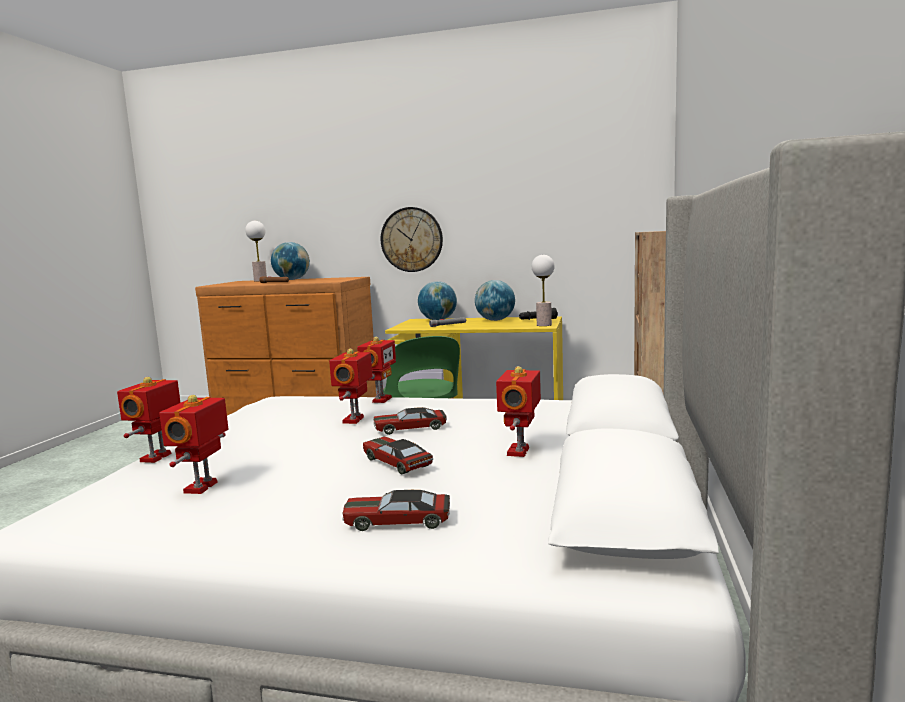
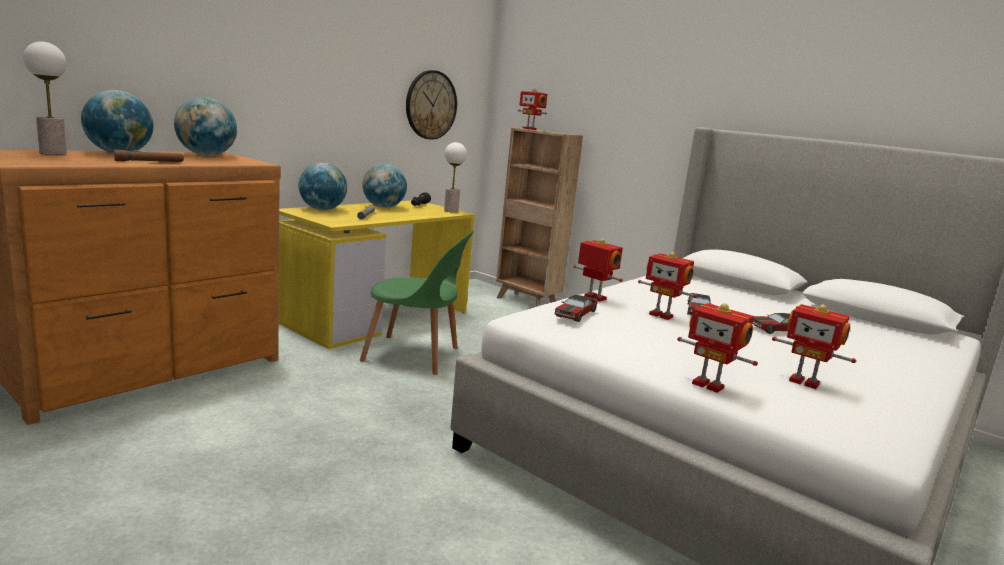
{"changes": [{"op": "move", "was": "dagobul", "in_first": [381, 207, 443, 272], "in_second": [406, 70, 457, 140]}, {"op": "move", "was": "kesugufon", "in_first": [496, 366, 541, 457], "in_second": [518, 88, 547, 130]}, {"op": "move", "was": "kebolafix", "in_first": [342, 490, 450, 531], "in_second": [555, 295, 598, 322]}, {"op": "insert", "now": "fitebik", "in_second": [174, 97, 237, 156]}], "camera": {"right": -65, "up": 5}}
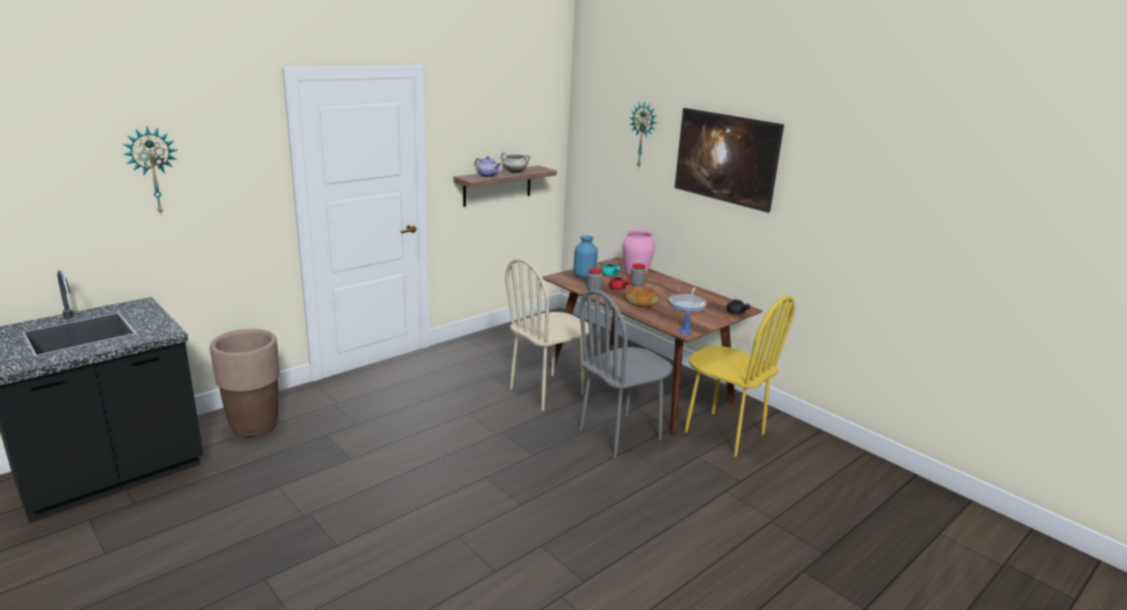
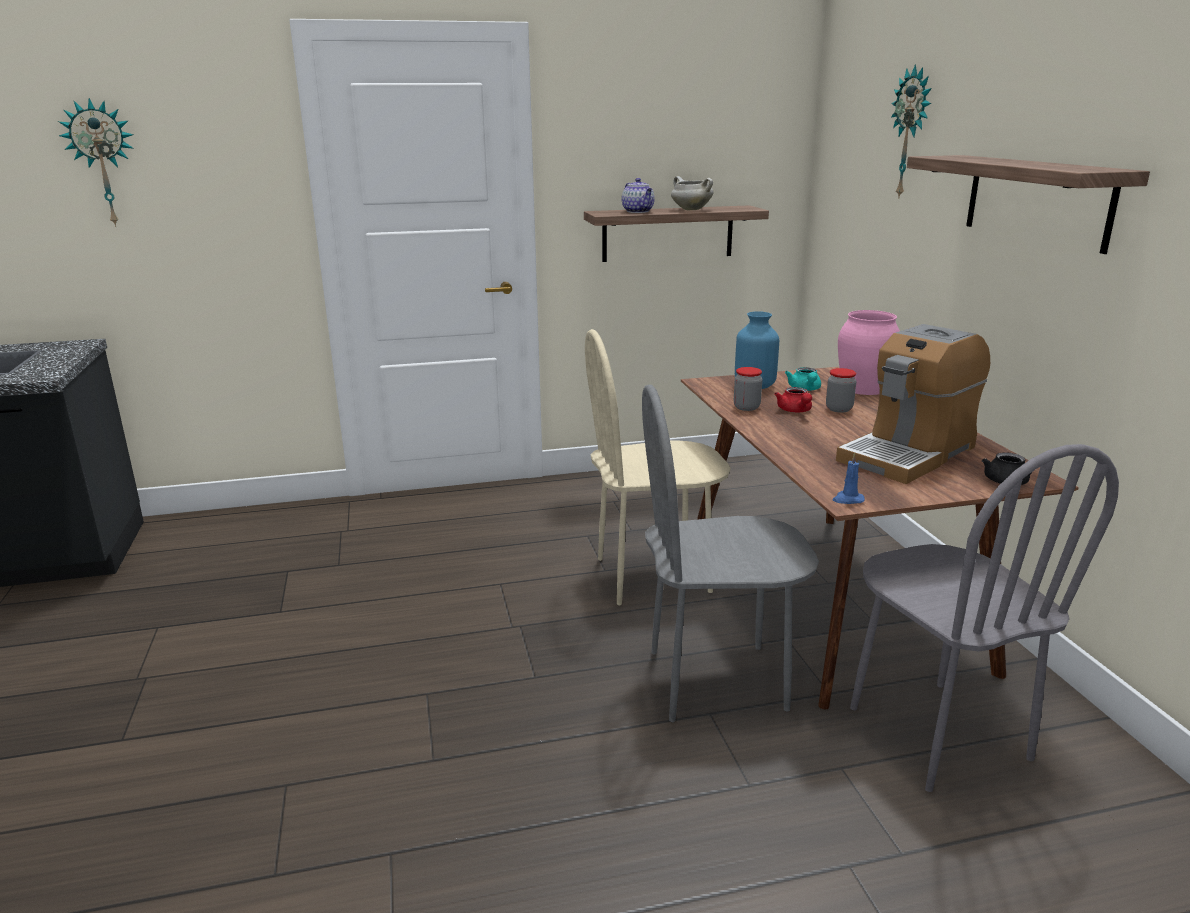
{"changes": [{"op": "replace", "was": "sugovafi", "now": "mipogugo", "in_first": [675, 108, 784, 213], "in_second": [907, 155, 1150, 254]}, {"op": "delete", "was": "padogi", "in_first": [625, 286, 658, 307]}, {"op": "replace", "was": "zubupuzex", "now": "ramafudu", "in_first": [669, 287, 707, 312], "in_second": [836, 324, 990, 484]}, {"op": "recolor", "was": "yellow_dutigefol", "now": "grey_dutigefol", "in_first": [684, 295, 795, 457], "in_second": [850, 444, 1119, 792]}, {"op": "delete", "was": "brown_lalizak", "in_first": [210, 329, 280, 437]}], "camera": {"right": 30, "up": 0}}
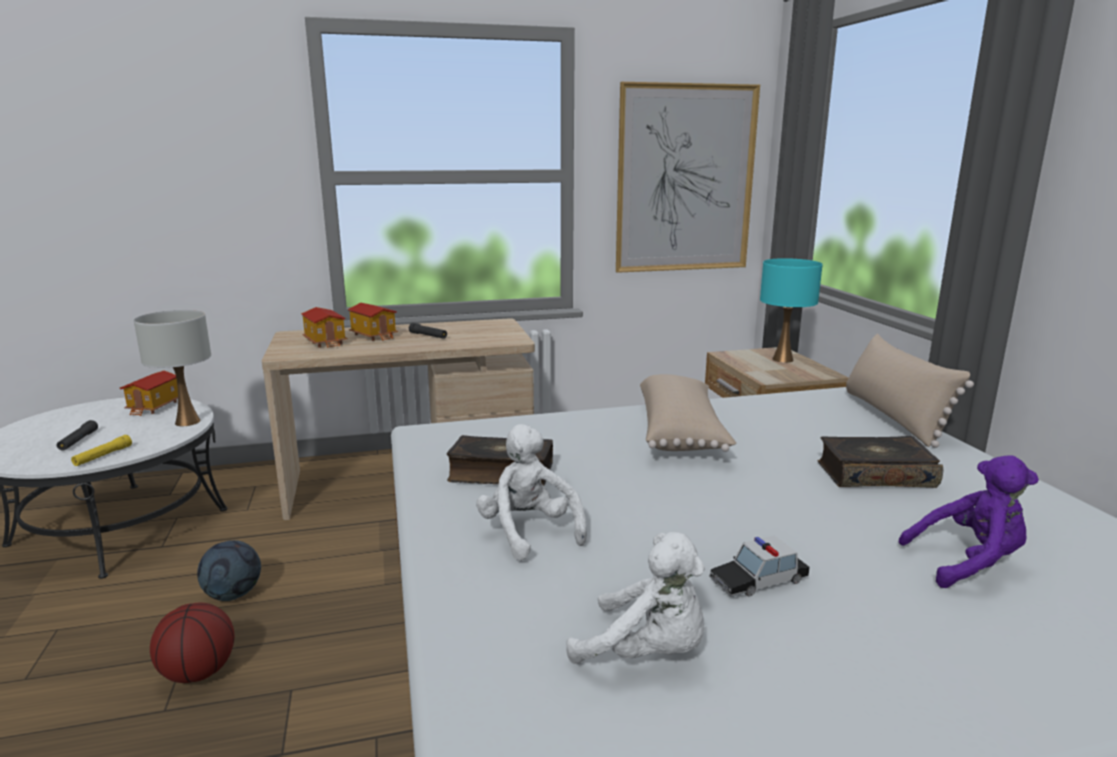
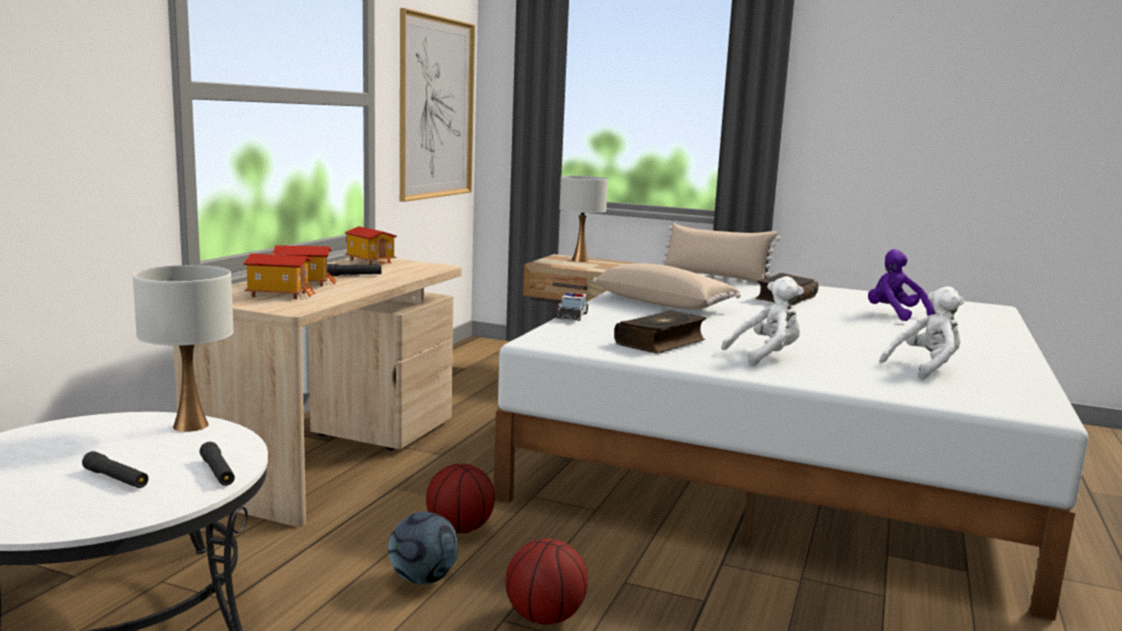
{"changes": [{"op": "recolor", "was": "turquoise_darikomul", "now": "white_darikomul", "in_first": [760, 258, 823, 363], "in_second": [560, 176, 608, 262]}, {"op": "move", "was": "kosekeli", "in_first": [120, 370, 178, 416], "in_second": [345, 226, 397, 265]}, {"op": "rotate", "was": "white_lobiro", "in_first": [476, 424, 587, 561], "in_second": [722, 276, 804, 366], "clockwise": 150}, {"op": "recolor", "was": "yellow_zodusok", "now": "black_zodusok", "in_first": [71, 435, 132, 466], "in_second": [200, 442, 235, 486]}, {"op": "rotate", "was": "purple_lobiro", "in_first": [899, 455, 1039, 588], "in_second": [868, 249, 936, 321], "clockwise": -60}, {"op": "move", "was": "kebolafix", "in_first": [709, 536, 810, 597], "in_second": [556, 293, 588, 321]}, {"op": "insert", "now": "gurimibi", "in_second": [426, 464, 495, 533]}], "camera": {"right": -55, "up": -5}}
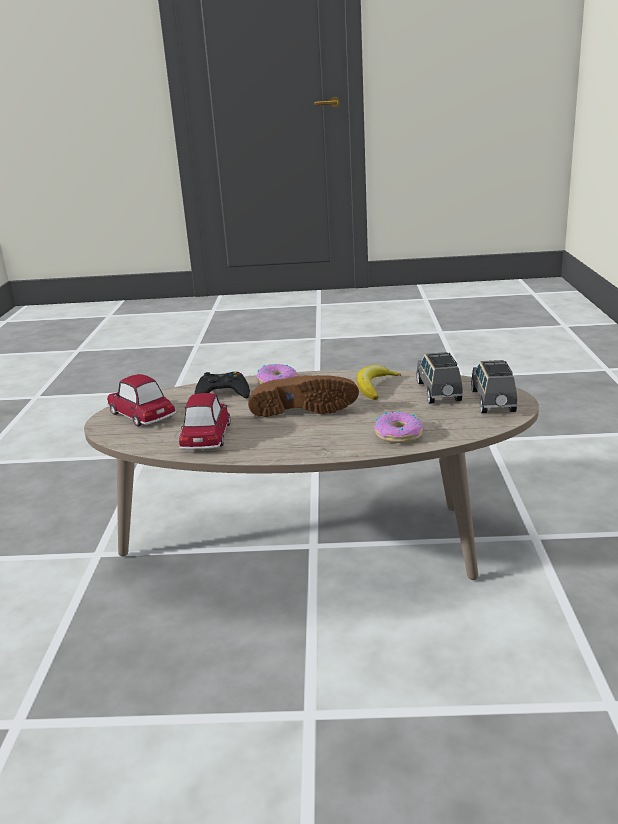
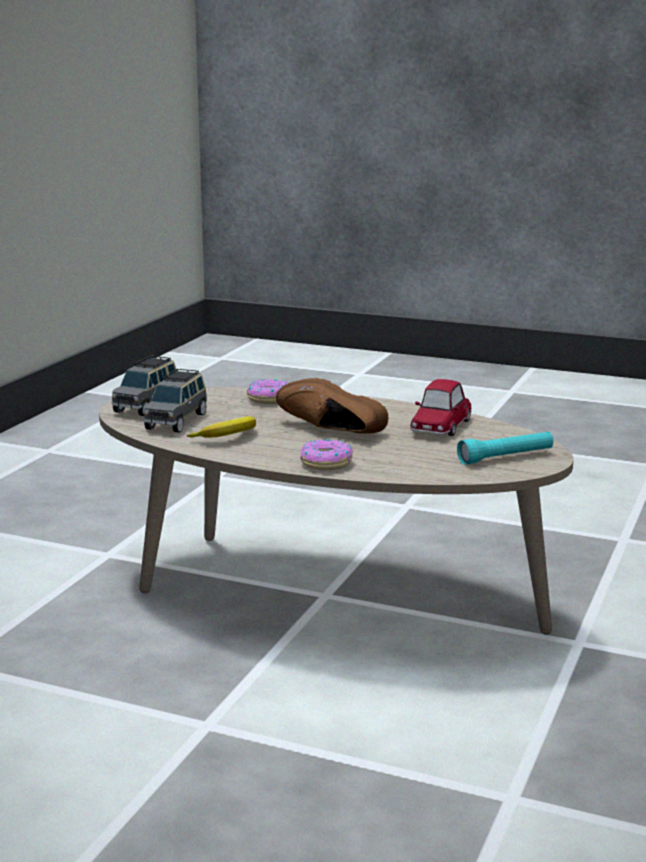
{"changes": [{"op": "delete", "was": "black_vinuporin", "in_first": [195, 372, 250, 399]}, {"op": "replace", "was": "kebolafix", "now": "turquoise_zodusok", "in_first": [107, 374, 176, 426], "in_second": [457, 431, 553, 465]}], "camera": {"right": -160, "up": -5}}
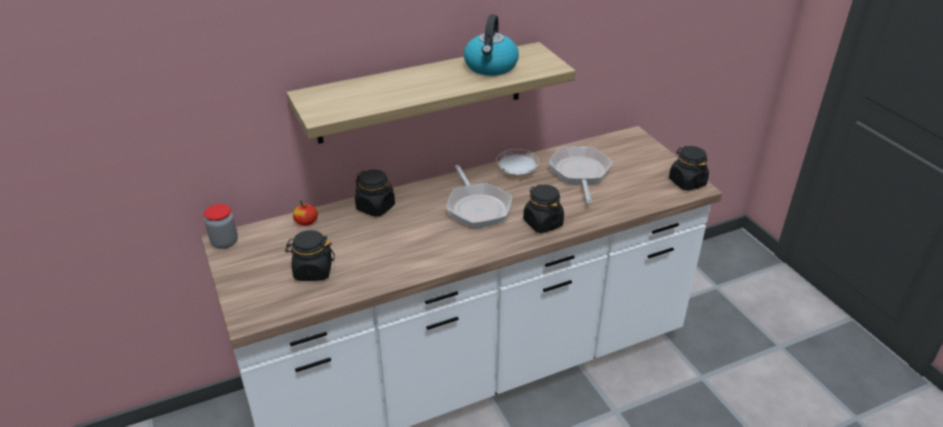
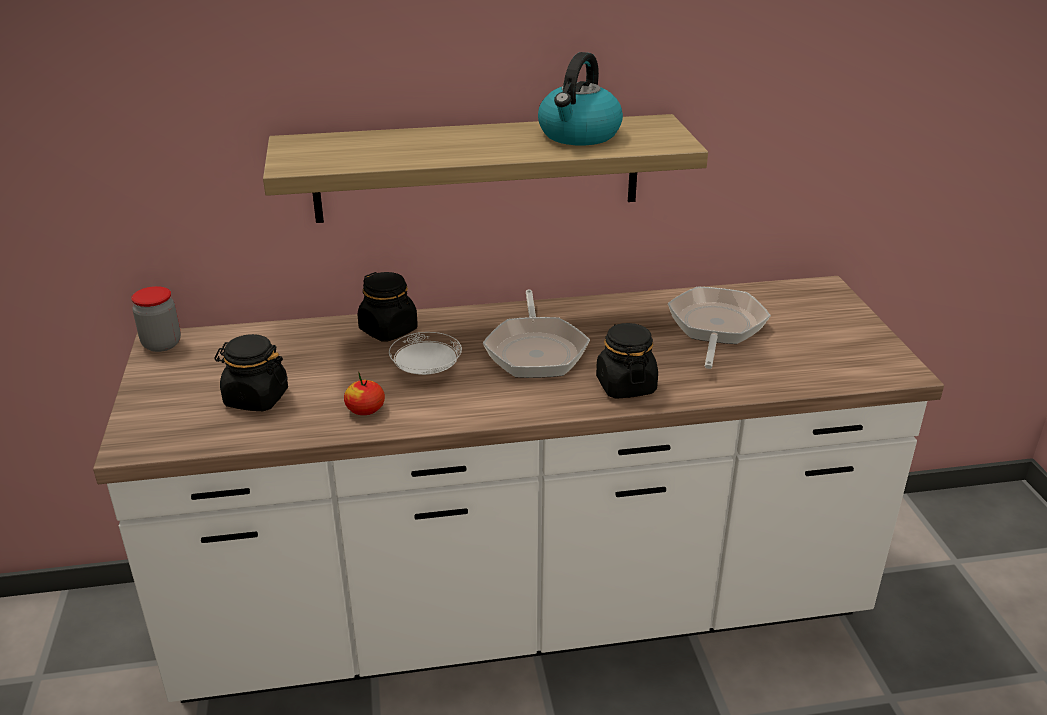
{"changes": [{"op": "delete", "was": "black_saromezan", "in_first": [669, 146, 709, 191]}, {"op": "move", "was": "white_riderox", "in_first": [496, 149, 539, 175], "in_second": [389, 332, 462, 375]}, {"op": "move", "was": "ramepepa", "in_first": [293, 200, 318, 226], "in_second": [344, 373, 385, 415]}], "camera": {"right": 15, "up": -5}}
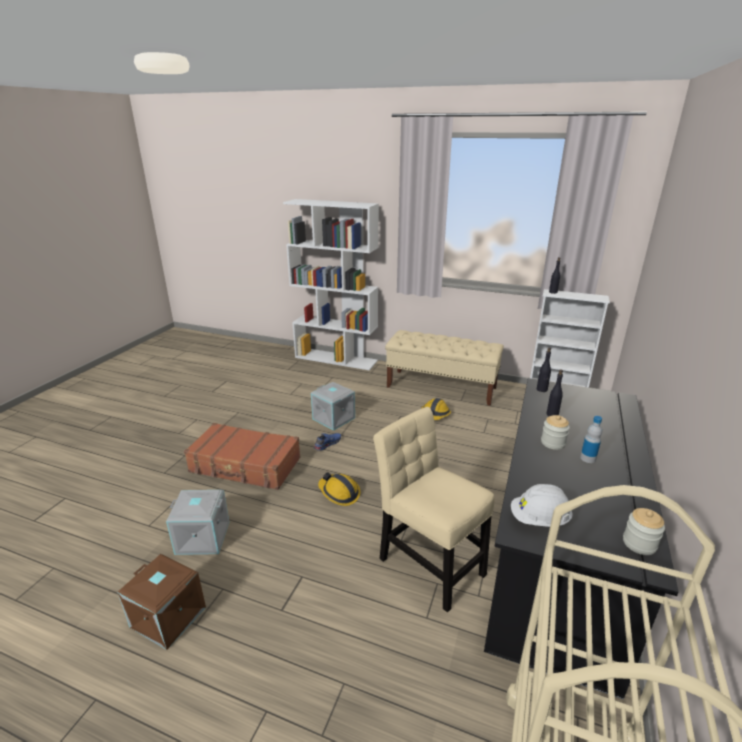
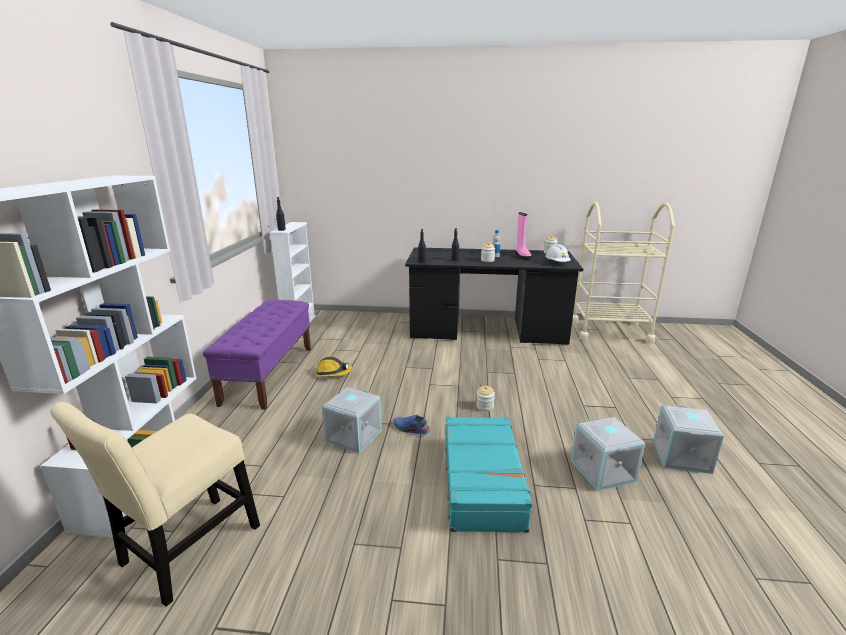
{"changes": [{"op": "recolor", "was": "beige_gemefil", "now": "purple_gemefil", "in_first": [385, 330, 504, 406], "in_second": [203, 300, 311, 410]}, {"op": "move", "was": "beige_dutigefol", "in_first": [373, 407, 495, 612], "in_second": [50, 402, 260, 607]}, {"op": "recolor", "was": "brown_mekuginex", "now": "turquoise_mekuginex", "in_first": [184, 423, 300, 490], "in_second": [445, 417, 534, 533]}, {"op": "replace", "was": "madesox", "now": "saromezan", "in_first": [318, 472, 361, 506], "in_second": [476, 386, 495, 411]}, {"op": "recolor", "was": "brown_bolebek", "now": "grey_bolebek", "in_first": [117, 554, 206, 650], "in_second": [653, 405, 724, 474]}, {"op": "insert", "now": "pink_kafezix", "in_second": [515, 212, 531, 260]}], "camera": {"right": -105, "up": -5}}
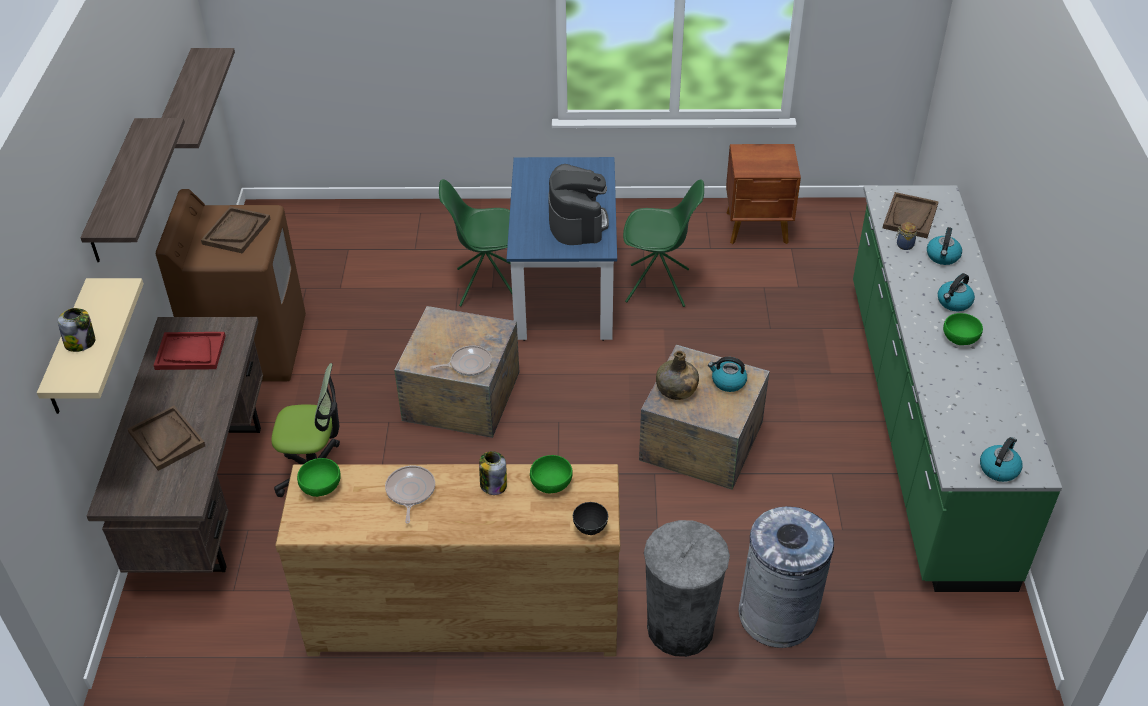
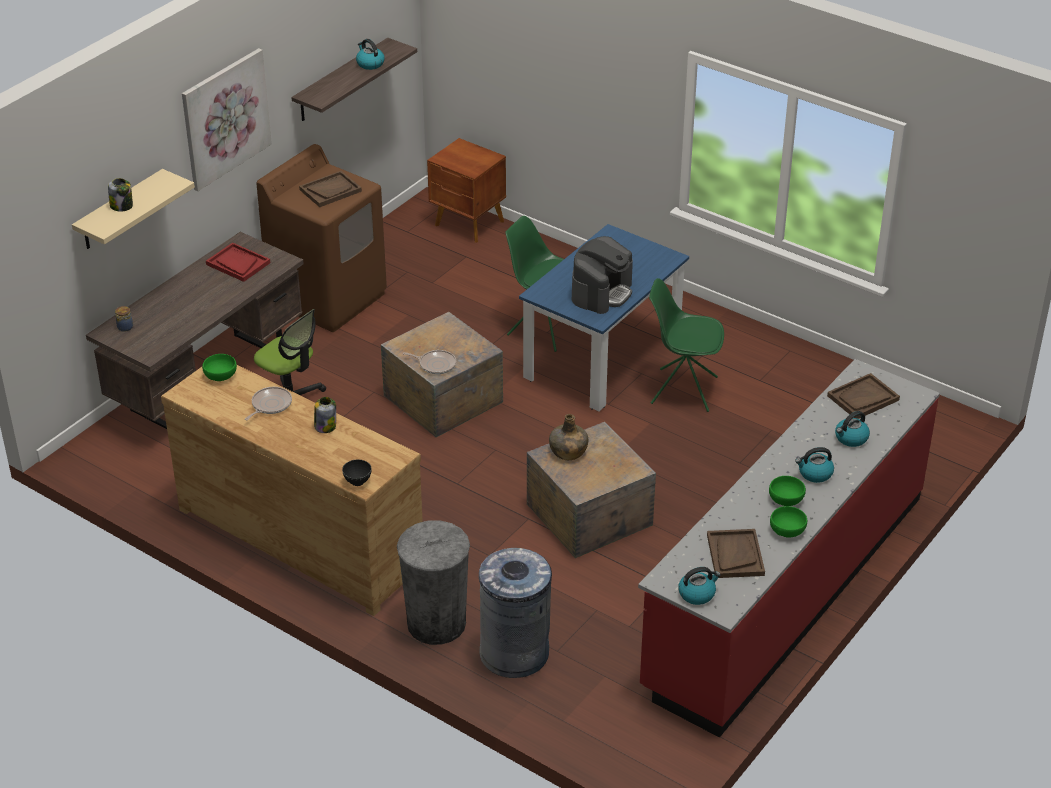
{"changes": [{"op": "replace", "was": "mipogugo", "now": "sugovafi", "in_first": [80, 118, 185, 262], "in_second": [182, 48, 272, 191]}, {"op": "move", "was": "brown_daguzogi", "in_first": [726, 144, 801, 244], "in_second": [427, 138, 506, 243]}, {"op": "rotate", "was": "green_dutigefol", "in_first": [623, 179, 704, 307], "in_second": [649, 278, 724, 412], "clockwise": 150}, {"op": "recolor", "was": "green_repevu", "now": "red_repevu", "in_first": [853, 185, 1062, 592], "in_second": [638, 359, 940, 738]}, {"op": "move", "was": "saromezan", "in_first": [896, 222, 917, 250], "in_second": [115, 306, 133, 332]}, {"op": "move", "was": "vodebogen", "in_first": [708, 357, 747, 392], "in_second": [356, 39, 385, 70]}, {"op": "move", "was": "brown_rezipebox", "in_first": [128, 406, 205, 471], "in_second": [707, 529, 765, 578]}, {"op": "move", "was": "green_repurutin", "in_first": [530, 455, 573, 494], "in_second": [770, 506, 807, 538]}], "camera": {"right": 35, "up": -5}}
